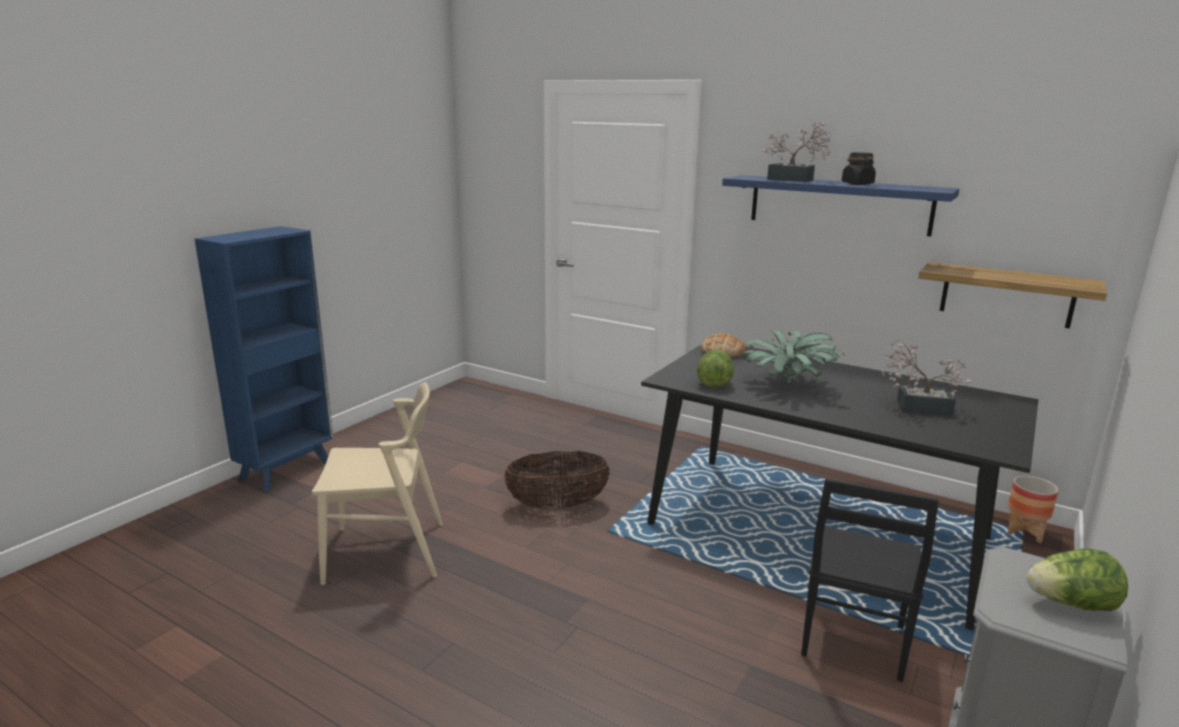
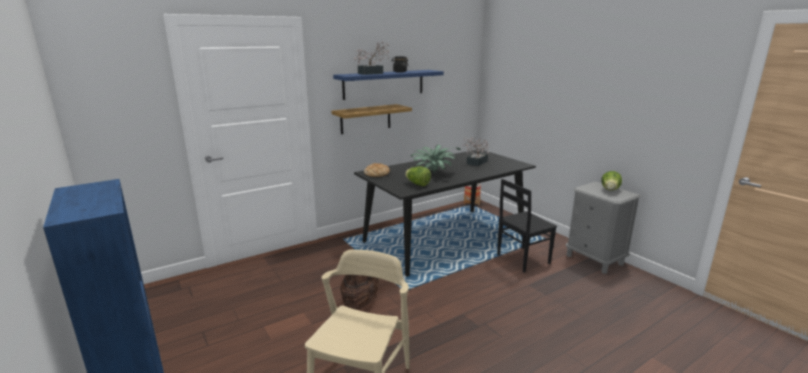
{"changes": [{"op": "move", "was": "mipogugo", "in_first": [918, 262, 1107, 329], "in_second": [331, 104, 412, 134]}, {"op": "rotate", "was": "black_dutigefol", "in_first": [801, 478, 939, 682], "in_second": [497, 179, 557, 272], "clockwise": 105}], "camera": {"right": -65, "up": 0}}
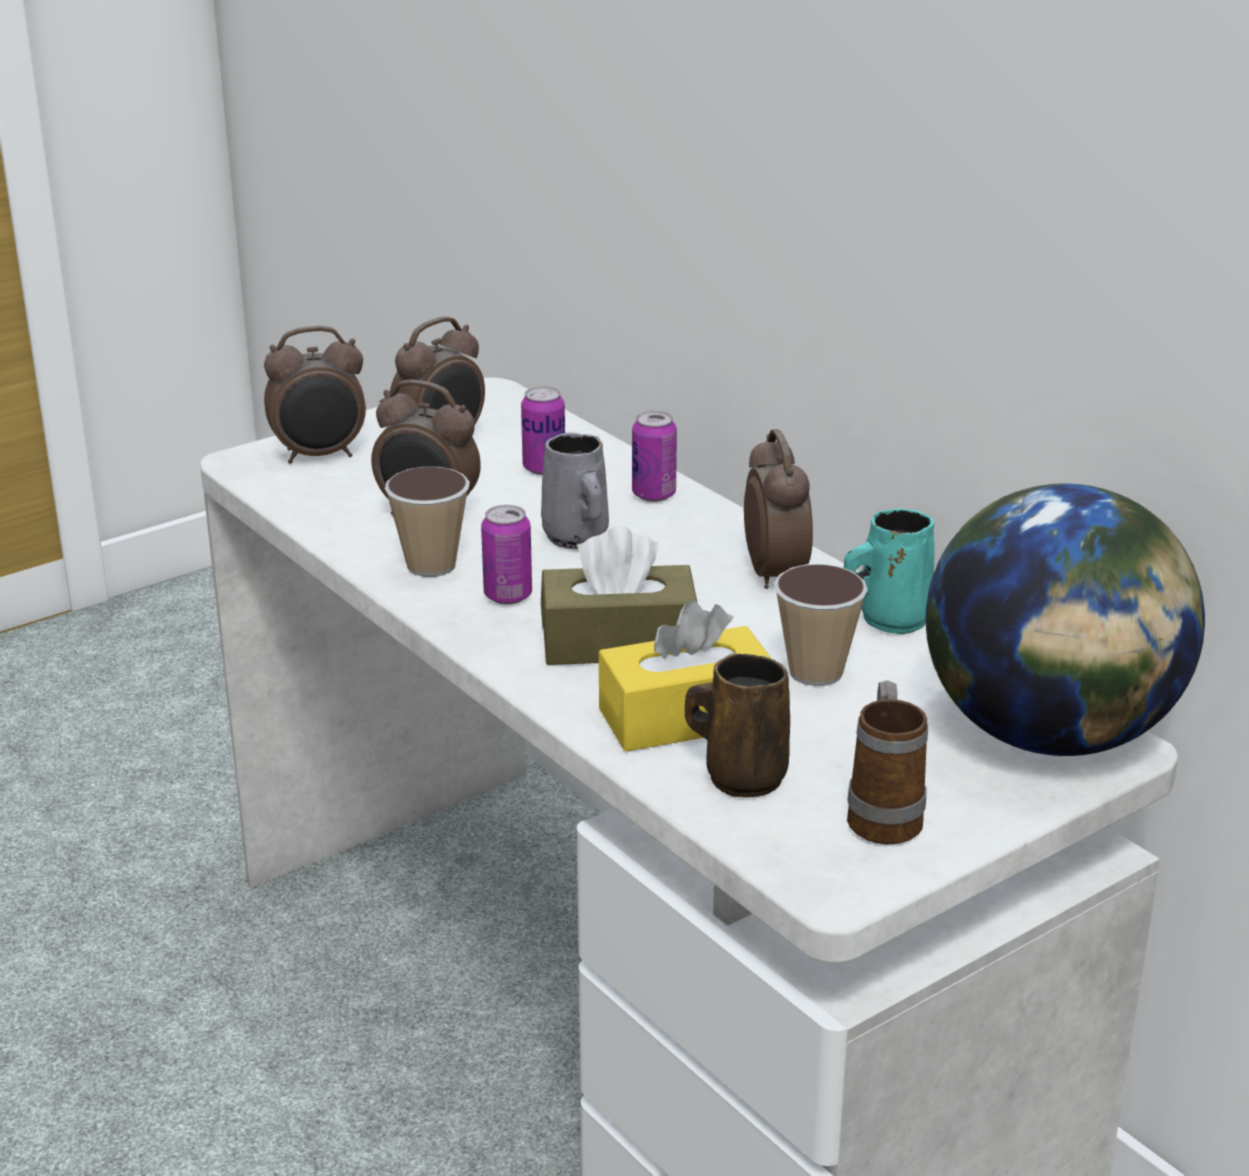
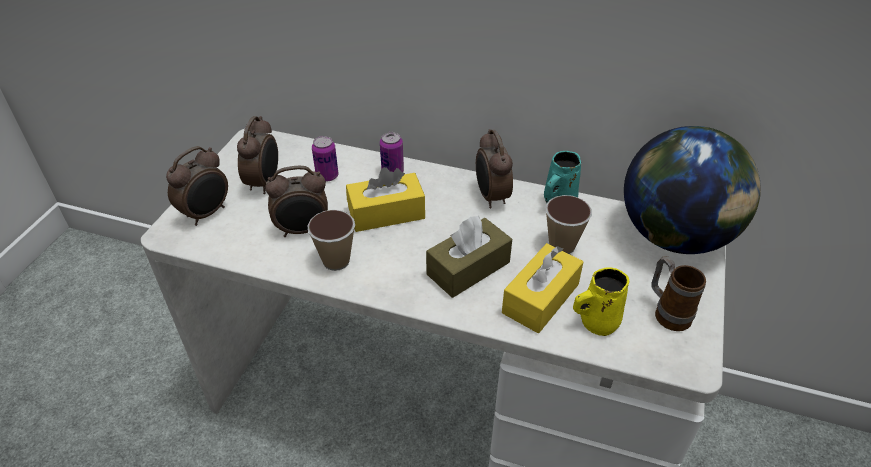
{"changes": [{"op": "rotate", "was": "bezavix", "in_first": [744, 429, 813, 589], "in_second": [476, 129, 513, 208], "clockwise": -150}, {"op": "replace", "was": "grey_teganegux", "now": "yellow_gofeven", "in_first": [541, 432, 609, 549], "in_second": [346, 167, 425, 232]}, {"op": "delete", "was": "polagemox", "in_first": [481, 505, 532, 605]}, {"op": "recolor", "was": "brown_teganegux", "now": "yellow_teganegux", "in_first": [685, 654, 790, 798], "in_second": [573, 267, 630, 336]}], "camera": {"right": -35, "up": 15}}
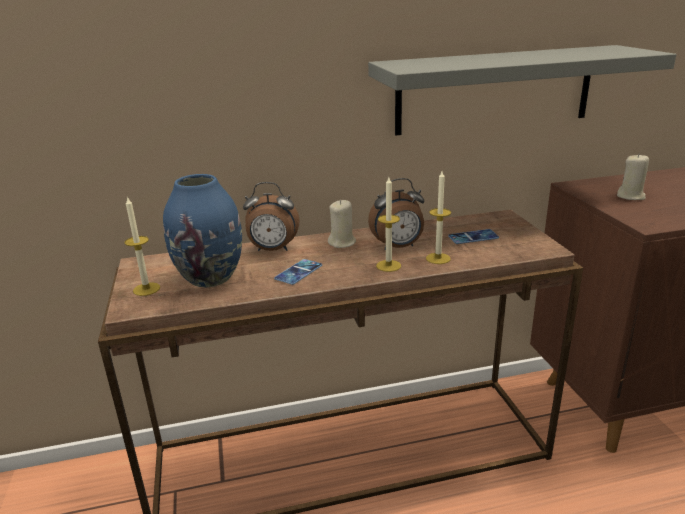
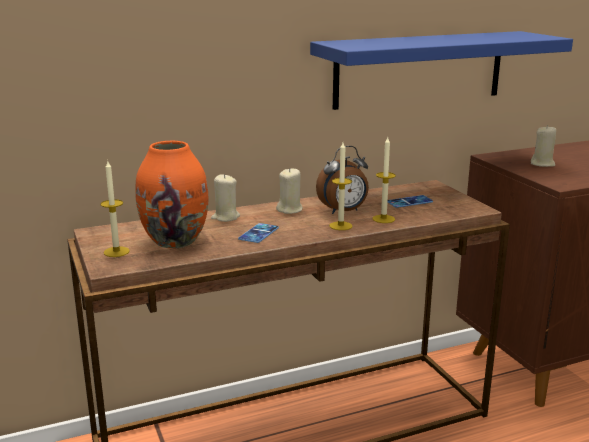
{"changes": [{"op": "recolor", "was": "grey_mipogugo", "now": "blue_mipogugo", "in_first": [368, 45, 676, 135], "in_second": [310, 31, 573, 110]}, {"op": "recolor", "was": "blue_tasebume", "now": "orange_tasebume", "in_first": [163, 174, 242, 287], "in_second": [135, 141, 208, 248]}, {"op": "replace", "was": "bezavix", "now": "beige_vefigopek", "in_first": [243, 182, 300, 251], "in_second": [211, 174, 240, 222]}], "camera": {"right": -10, "up": -5}}
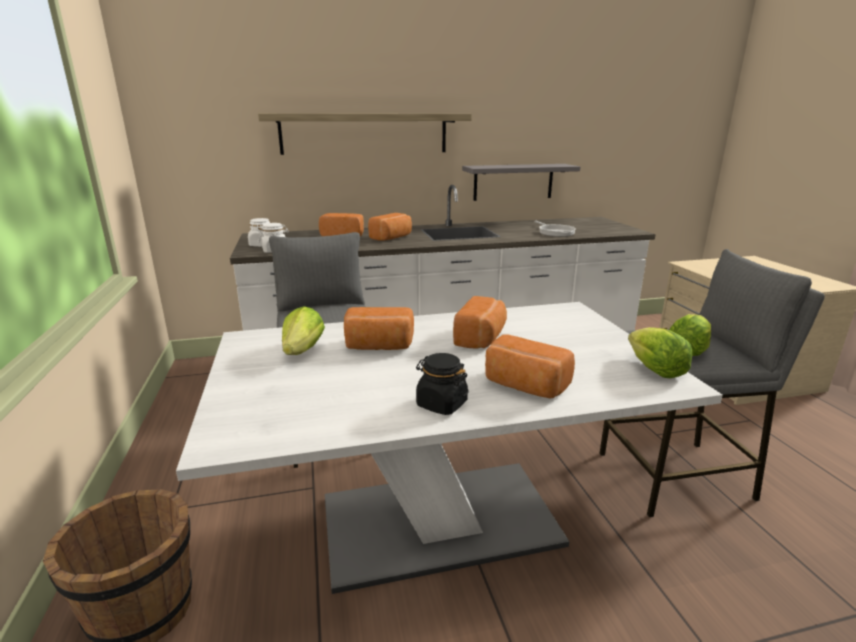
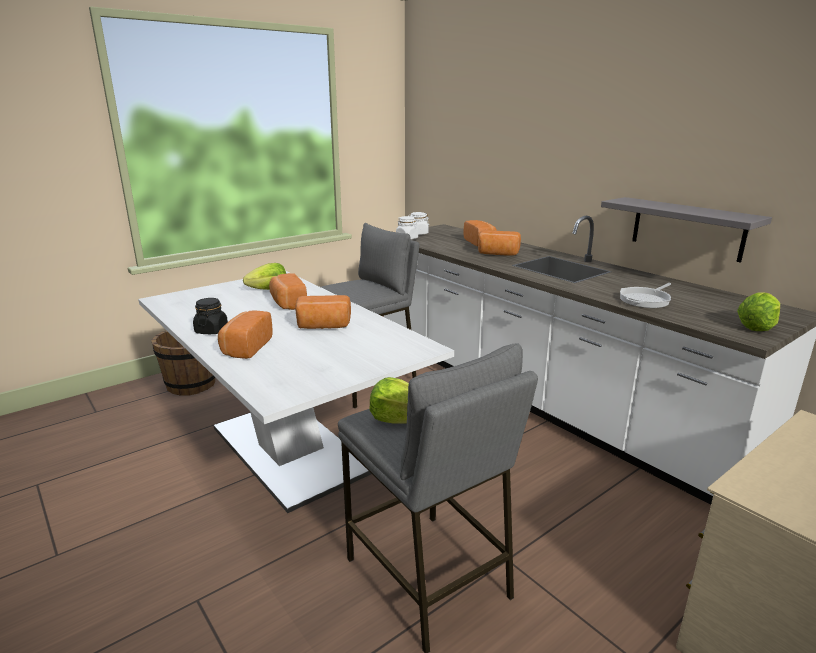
{"changes": [{"op": "delete", "was": "mipogugo", "in_first": [258, 113, 472, 155]}, {"op": "move", "was": "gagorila", "in_first": [628, 327, 692, 378], "in_second": [737, 292, 780, 331]}], "camera": {"right": 65, "up": 0}}
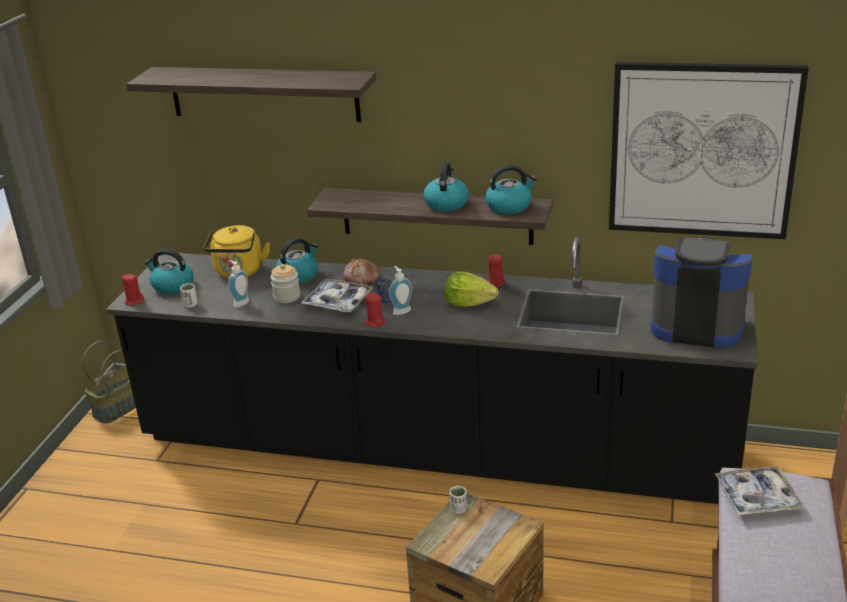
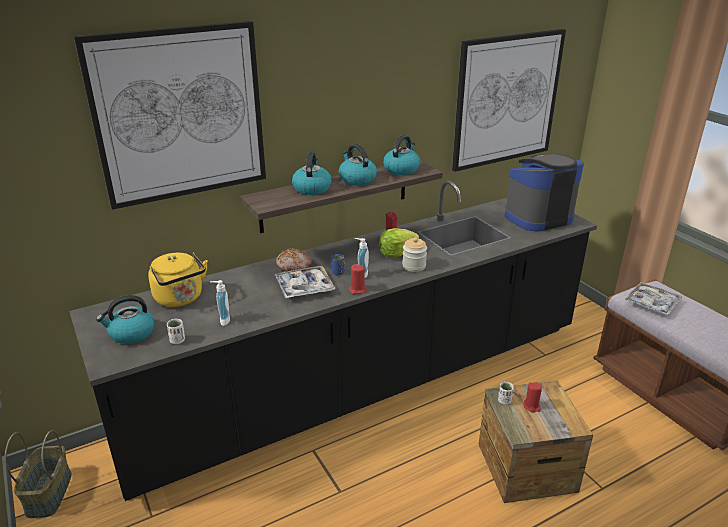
{"changes": [{"op": "replace", "was": "mipogugo", "now": "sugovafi", "in_first": [126, 67, 376, 122], "in_second": [74, 21, 266, 210]}, {"op": "move", "was": "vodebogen", "in_first": [276, 238, 318, 283], "in_second": [292, 152, 332, 195]}, {"op": "move", "was": "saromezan", "in_first": [270, 264, 300, 303], "in_second": [402, 237, 427, 272]}, {"op": "move", "was": "red_vefigopek", "in_first": [122, 274, 144, 306], "in_second": [524, 382, 542, 413]}], "camera": {"right": -45, "up": 0}}
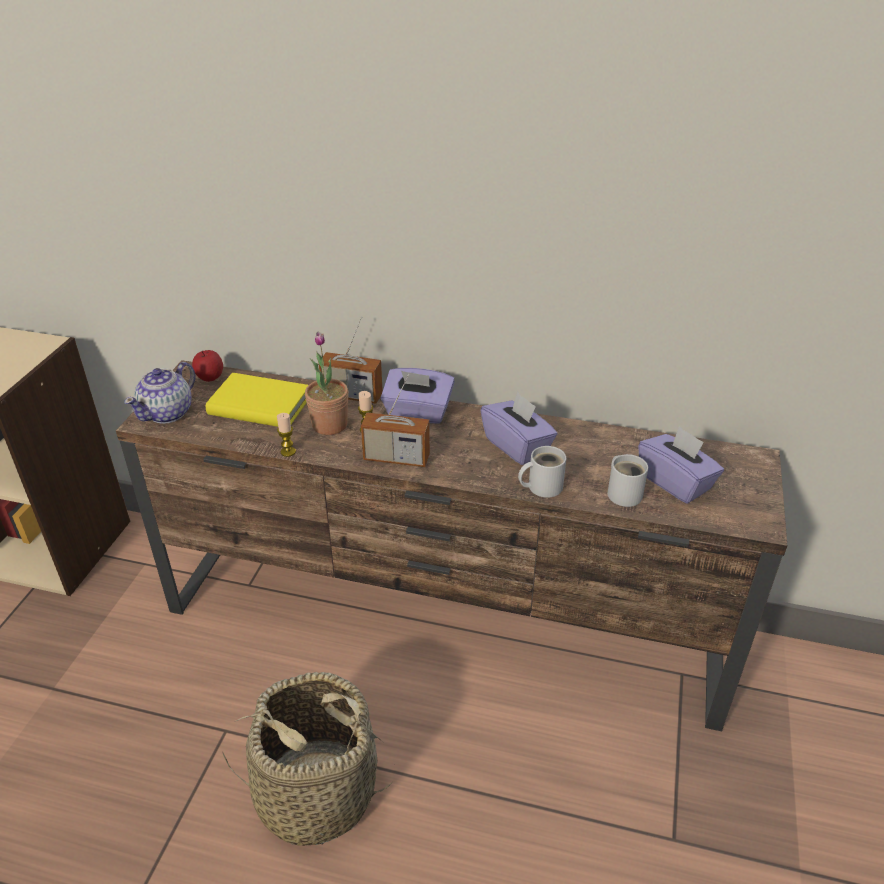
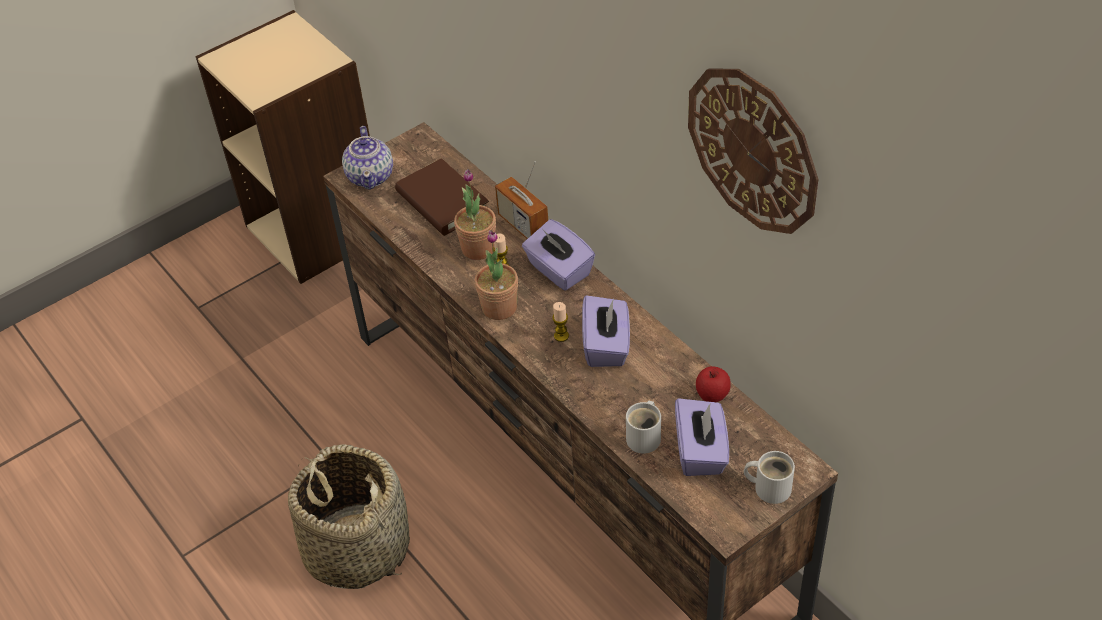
{"changes": [{"op": "move", "was": "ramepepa", "in_first": [192, 350, 223, 382], "in_second": [696, 366, 731, 402]}, {"op": "rotate", "was": "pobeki", "in_first": [124, 362, 195, 424], "in_second": [342, 126, 393, 190], "clockwise": -75}, {"op": "recolor", "was": "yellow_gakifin", "now": "brown_gakifin", "in_first": [206, 373, 308, 427], "in_second": [395, 158, 489, 236]}, {"op": "replace", "was": "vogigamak", "now": "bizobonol", "in_first": [361, 374, 430, 467], "in_second": [475, 230, 518, 320]}, {"op": "move", "was": "vefigopek", "in_first": [277, 413, 296, 457], "in_second": [552, 302, 569, 342]}, {"op": "move", "was": "white_teganegux", "in_first": [518, 446, 566, 498], "in_second": [744, 451, 795, 504]}, {"op": "insert", "now": "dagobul", "in_second": [688, 69, 818, 234]}], "camera": {"right": 40, "up": 10}}
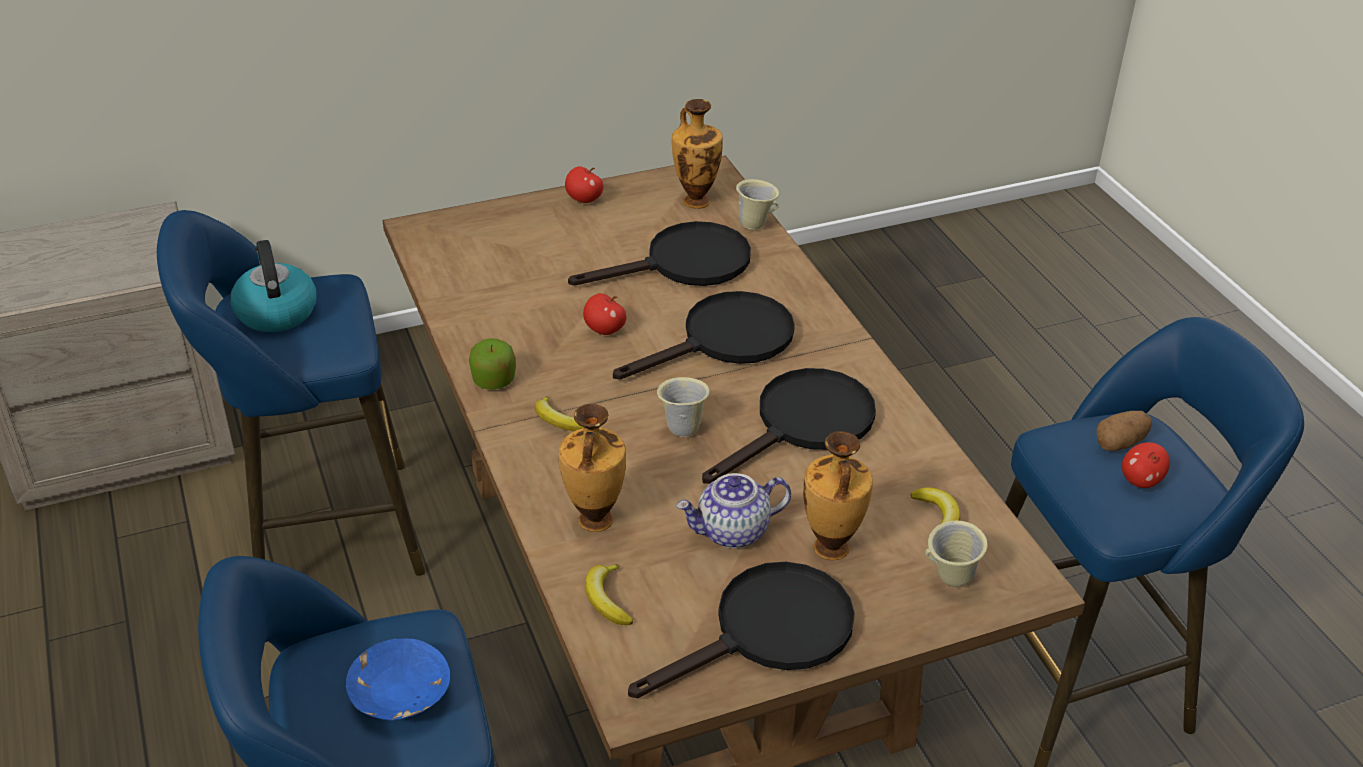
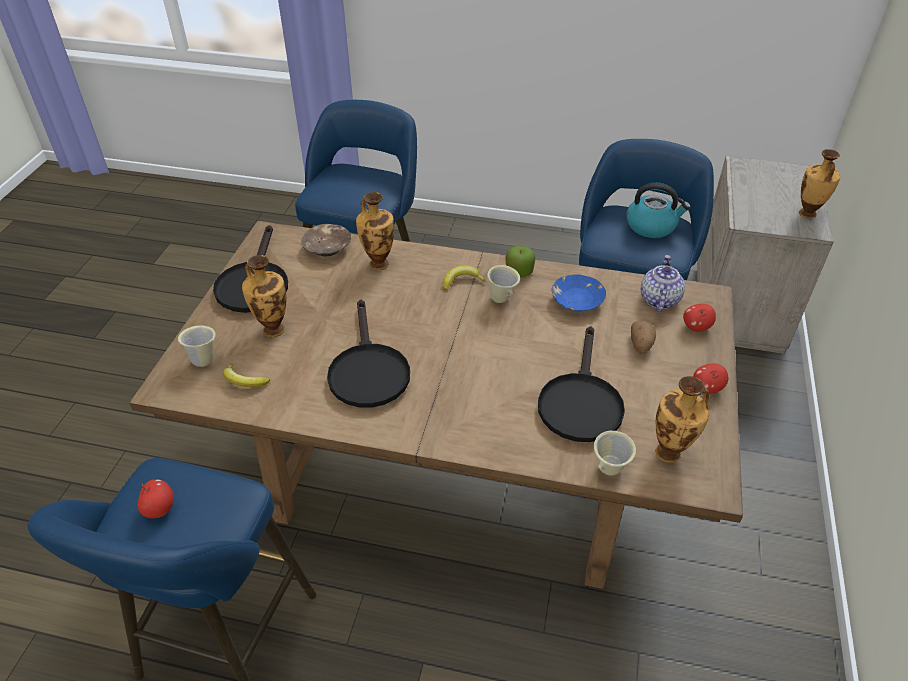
{"changes": [{"op": "delete", "was": "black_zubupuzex", "in_first": [613, 291, 795, 380]}, {"op": "move", "was": "ramepepa", "in_first": [583, 293, 627, 335], "in_second": [683, 304, 716, 331]}, {"op": "move", "was": "beige_teganegux", "in_first": [657, 377, 710, 437], "in_second": [487, 265, 520, 303]}, {"op": "move", "was": "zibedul", "in_first": [1096, 411, 1152, 451], "in_second": [631, 321, 656, 354]}, {"op": "move", "was": "pobeki", "in_first": [676, 473, 791, 548], "in_second": [641, 255, 685, 312]}, {"op": "replace", "was": "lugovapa", "now": "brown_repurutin", "in_first": [585, 564, 634, 625], "in_second": [301, 224, 351, 256]}, {"op": "move", "was": "blue_repurutin", "in_first": [346, 639, 450, 721], "in_second": [552, 274, 606, 311]}, {"op": "insert", "now": "tasebume", "in_second": [799, 149, 841, 219]}], "camera": {"right": 125, "up": 5}}
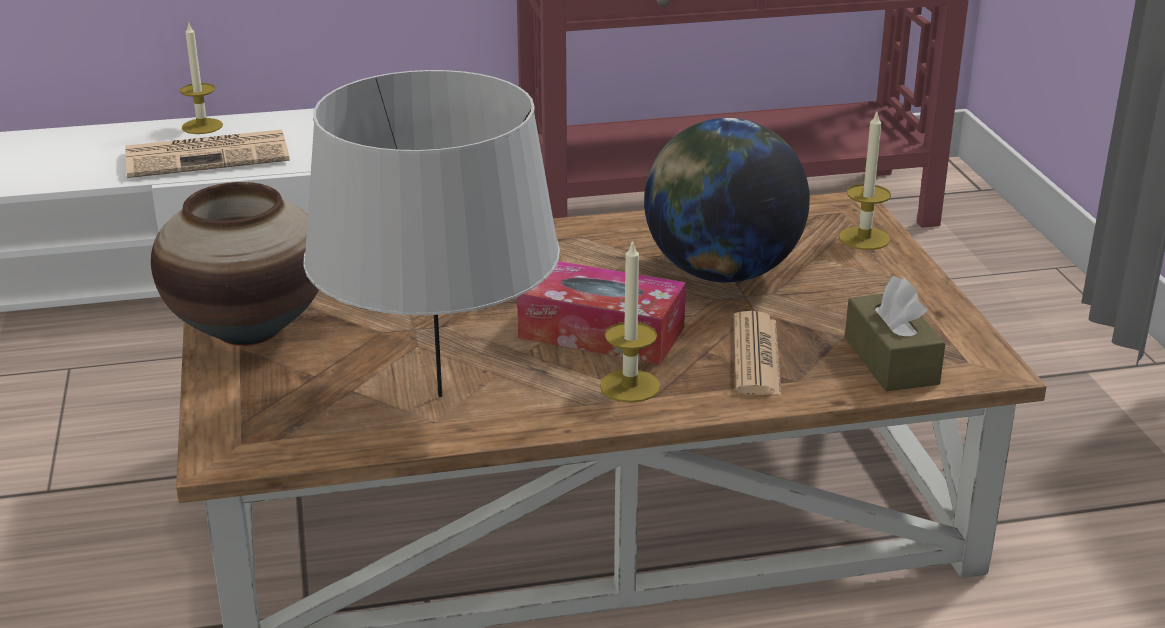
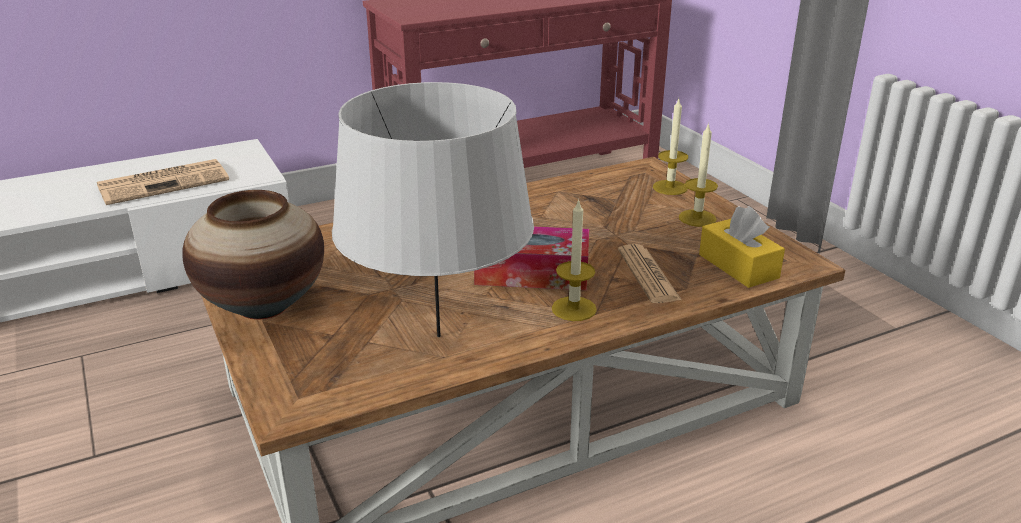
{"changes": [{"op": "move", "was": "vefigopek", "in_first": [180, 21, 223, 134], "in_second": [679, 122, 718, 227]}, {"op": "delete", "was": "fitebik", "in_first": [644, 118, 810, 282]}, {"op": "recolor", "was": "brown_gofeven", "now": "yellow_gofeven", "in_first": [845, 276, 946, 391], "in_second": [699, 206, 785, 288]}], "camera": {"right": -15, "up": 0}}
